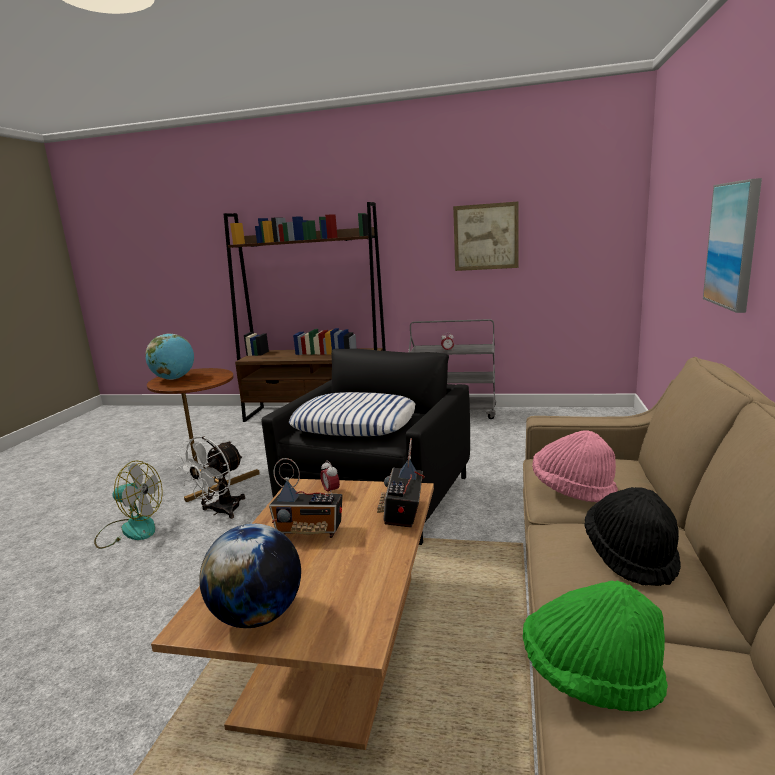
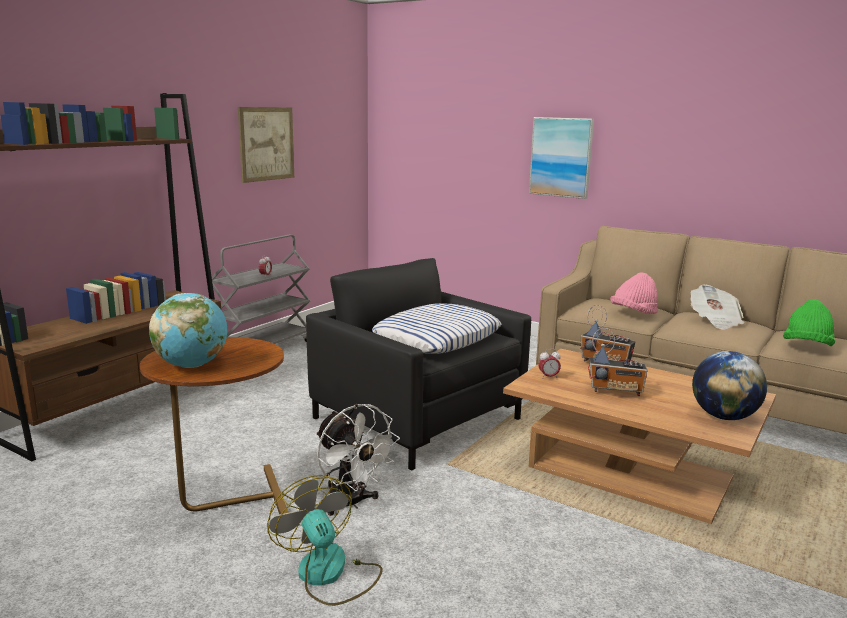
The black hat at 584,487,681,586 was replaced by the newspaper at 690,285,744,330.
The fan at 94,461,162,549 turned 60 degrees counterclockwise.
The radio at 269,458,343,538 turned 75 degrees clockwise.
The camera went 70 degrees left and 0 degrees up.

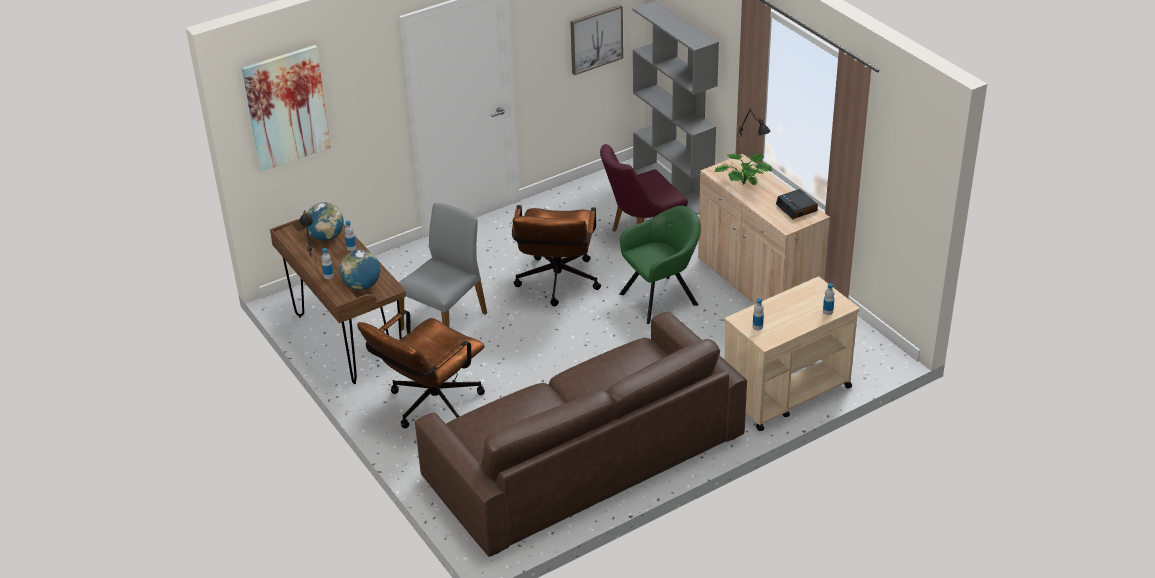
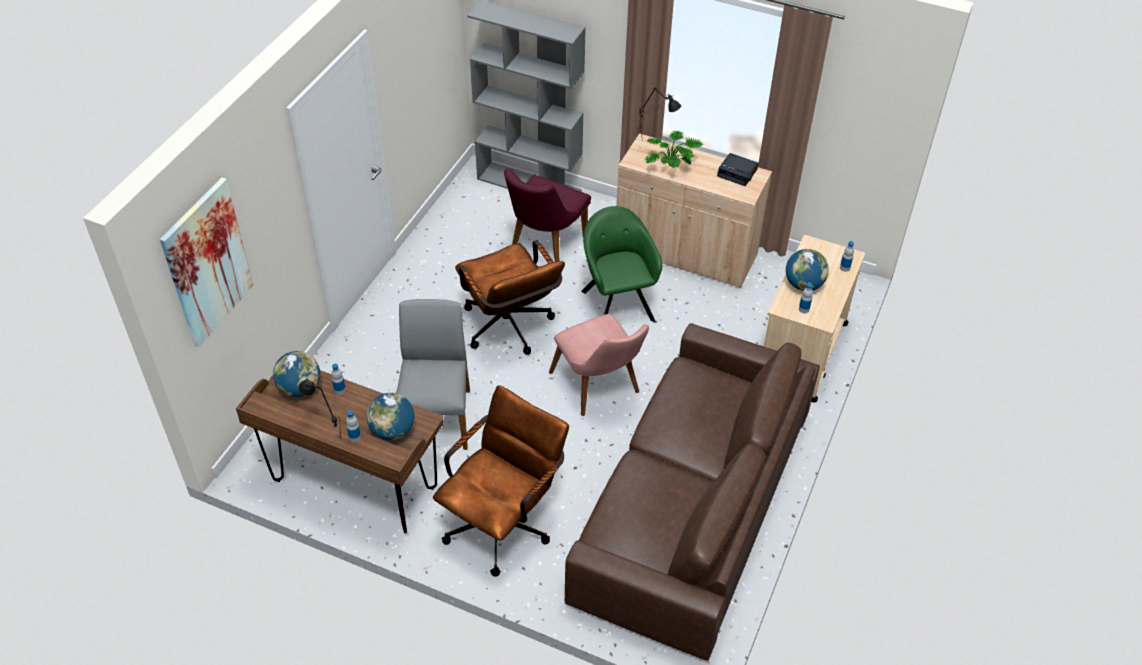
The picture at 570,5,623,75 disappeared.
The pink chair at 549,314,649,416 appeared.
The globe at 786,249,829,291 appeared.
The brown office chair at 357,310,485,428 turned 150 degrees counterclockwise.
The green armchair at 619,206,701,324 turned 45 degrees counterclockwise.
The camera went 35 degrees left and 10 degrees up.

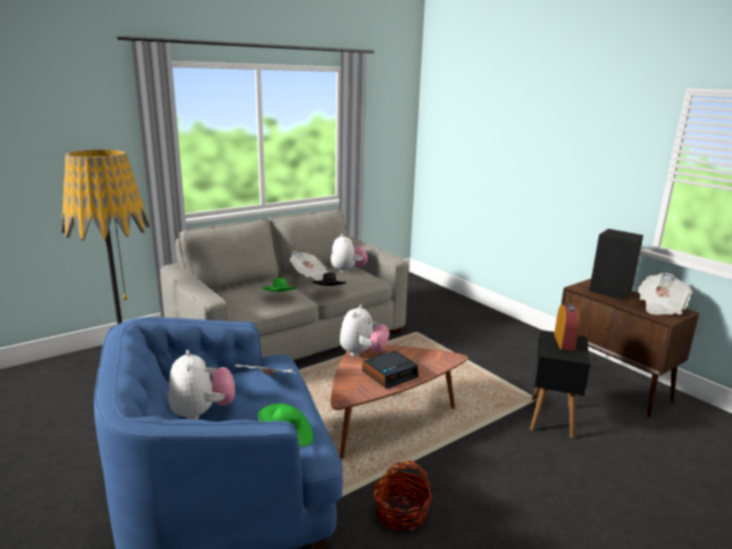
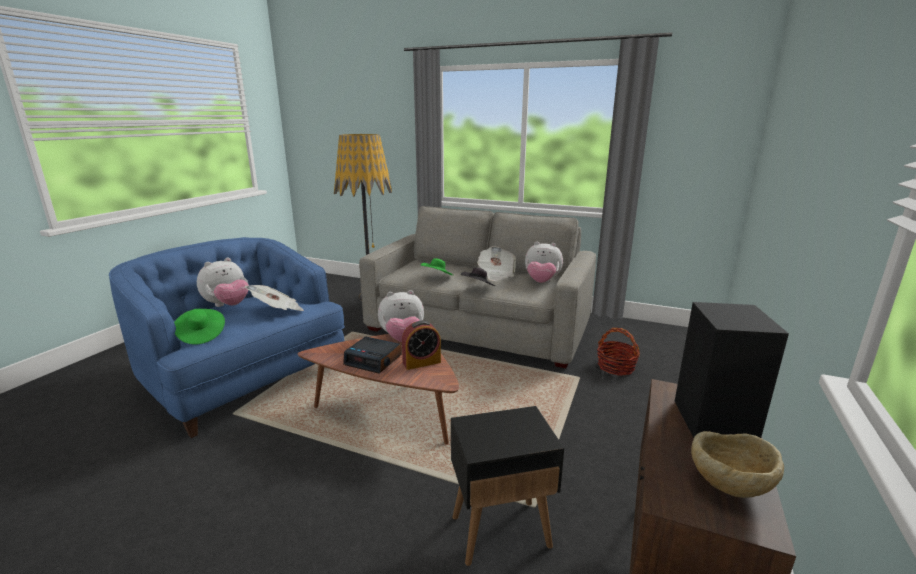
The basket moved from 373,460,432,531 to 597,328,640,376.
The alarm clock moved from 554,303,579,350 to 402,321,441,370.
The newspaper at 637,273,692,315 was replaced by the beige bowl at 691,431,784,498.
The plush toy at 331,234,367,273 turned 60 degrees clockwise.
The camera went 60 degrees right and 0 degrees up.

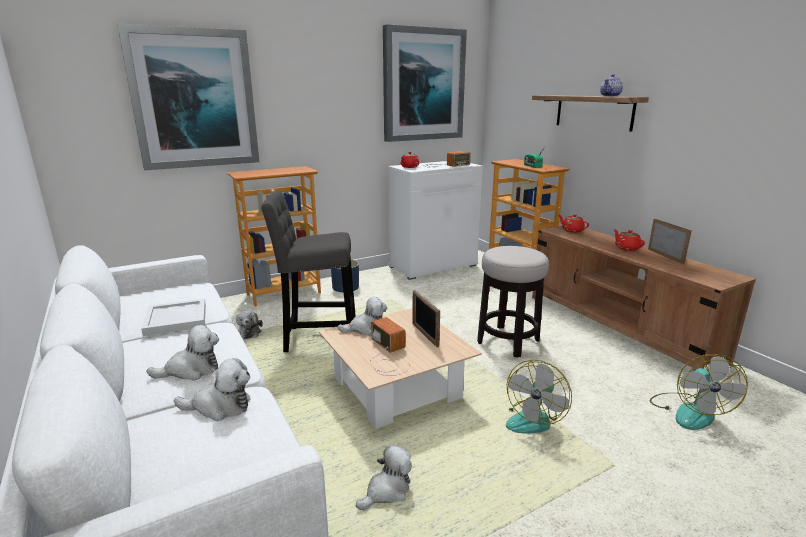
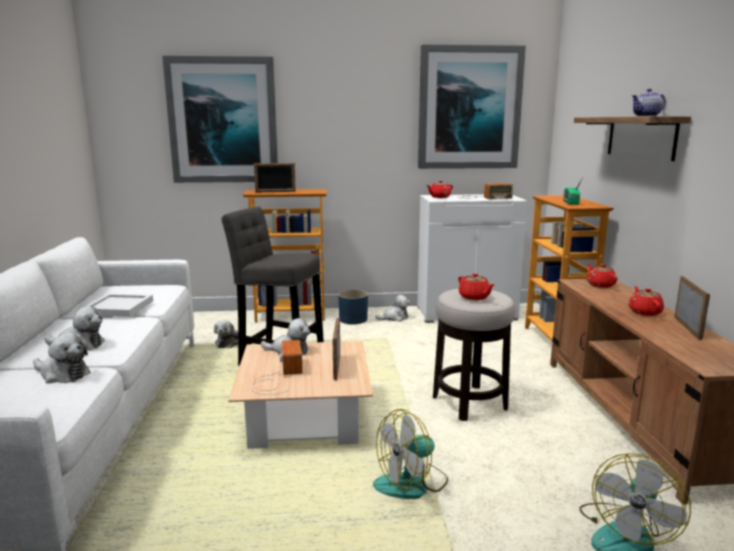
The picture frame at 254,163,296,192 appeared.
The red teapot at 458,273,494,300 appeared.
The plush toy moved from 356,445,412,510 to 375,295,410,322.
The camera went 25 degrees right and 5 degrees down.

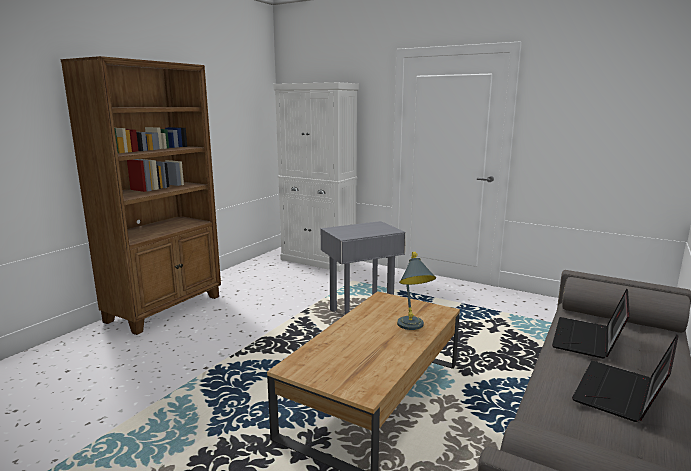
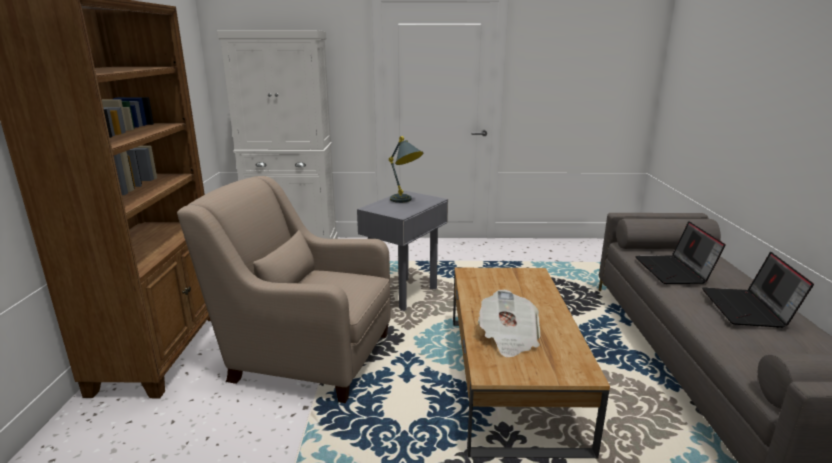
The beige armchair at 177,176,391,403 appeared.
The newspaper at 478,290,540,358 appeared.
The grey table lamp moved from 397,252,436,330 to 389,136,423,203.
The camera went 30 degrees left and 5 degrees up.

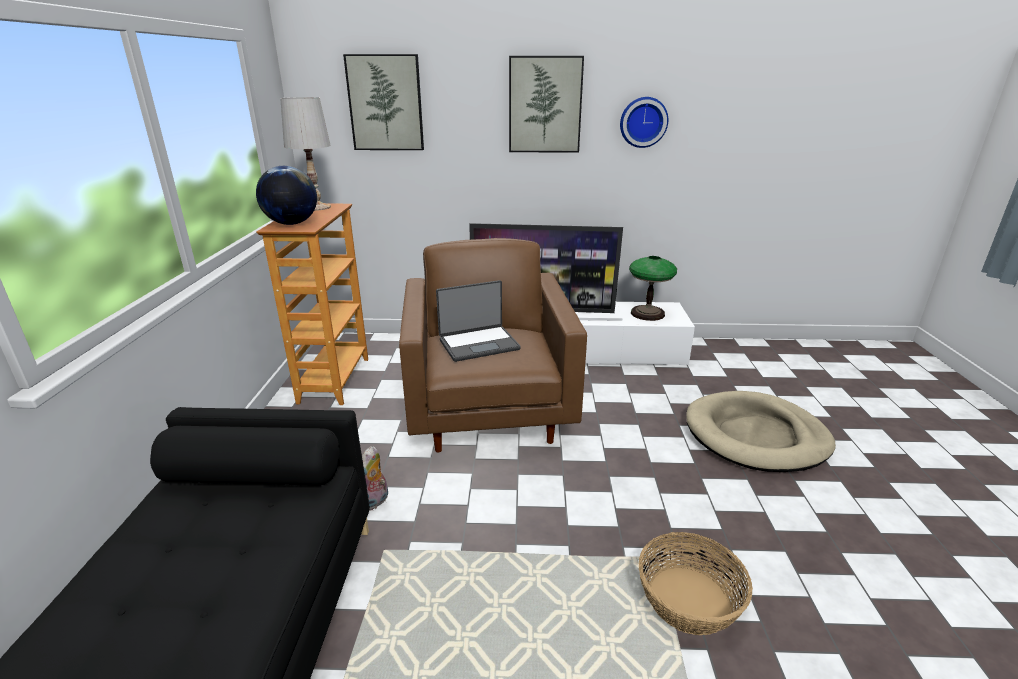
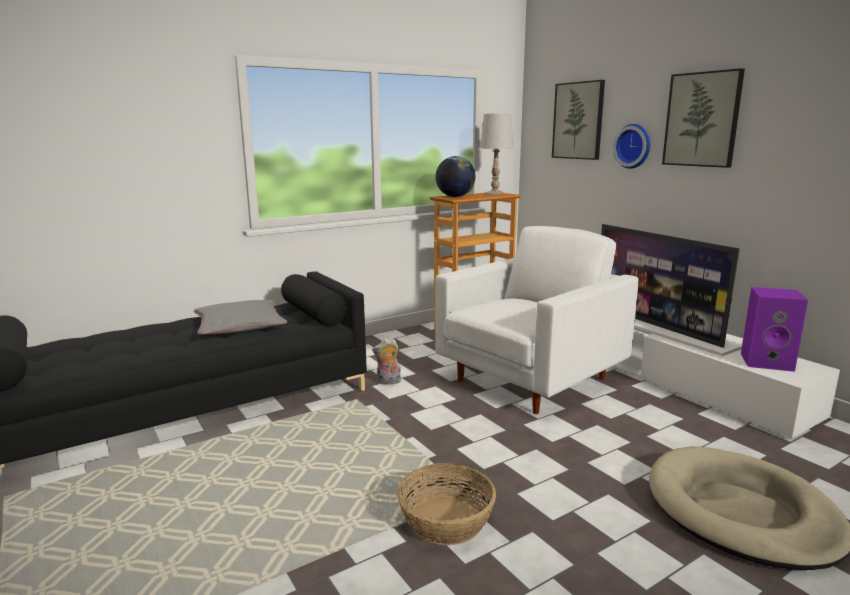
The laptop at 436,280,521,362 disappeared.
The grey pillow at 194,300,287,334 appeared.
The wall clock moved from 620,97,668,148 to 613,124,650,169.
The table lamp at 629,256,677,321 was replaced by the purple speaker at 741,287,808,372.
The brown armchair at 399,238,587,452 became the white armchair at 435,226,639,414.
The camera went 55 degrees right and 10 degrees down.

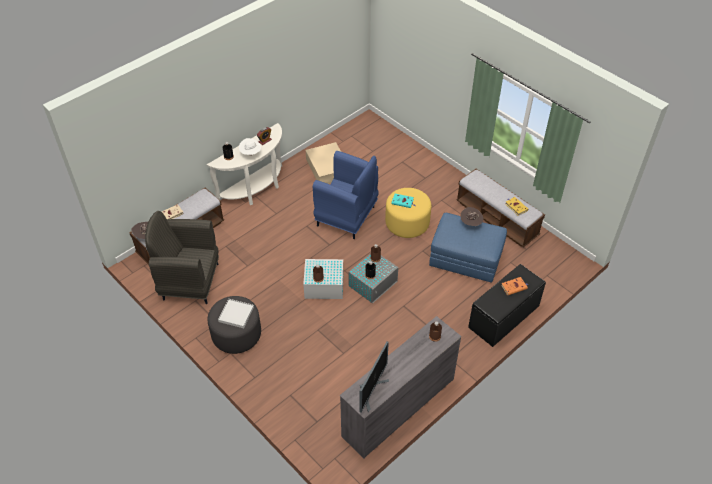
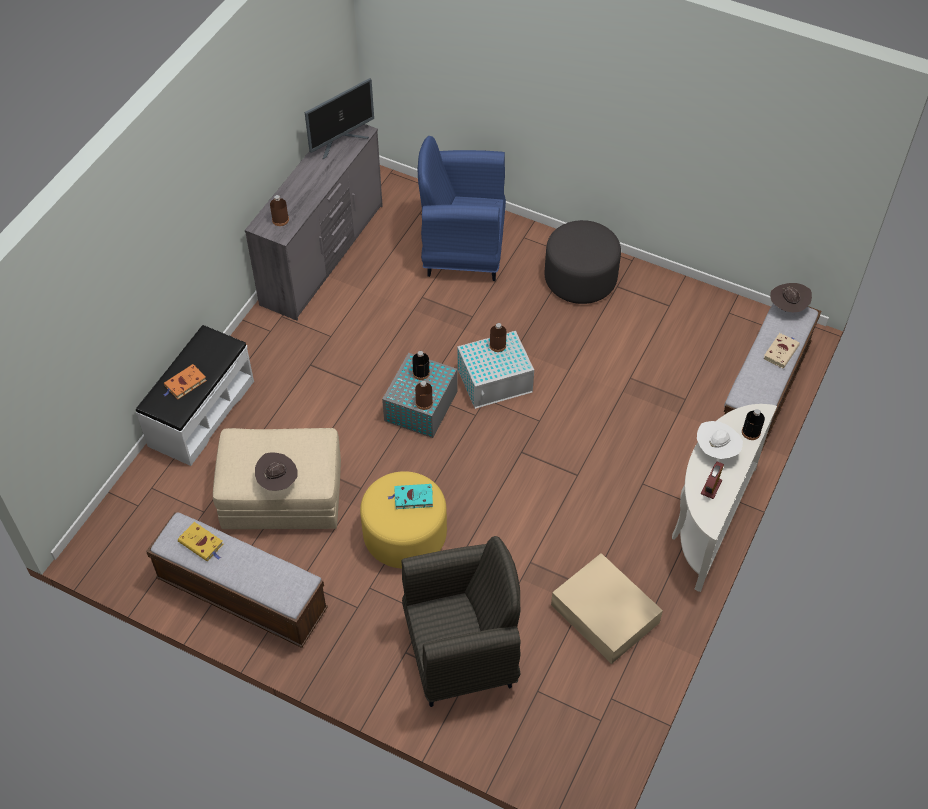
The white tray at 218,299,254,328 disappeared.
The grey armchair moved from 145,211,219,304 to 401,536,521,707.
The blue armchair moved from 313,151,379,239 to 418,136,506,281.
The blue ottoman at 429,213,507,283 became the beige ottoman at 213,428,341,529.
The black bench at 468,264,546,347 became the white bench at 136,325,254,466.
The monitor at 359,341,389,412 turned 135 degrees counterclockwise.
The camera went 160 degrees right and 5 degrees up.

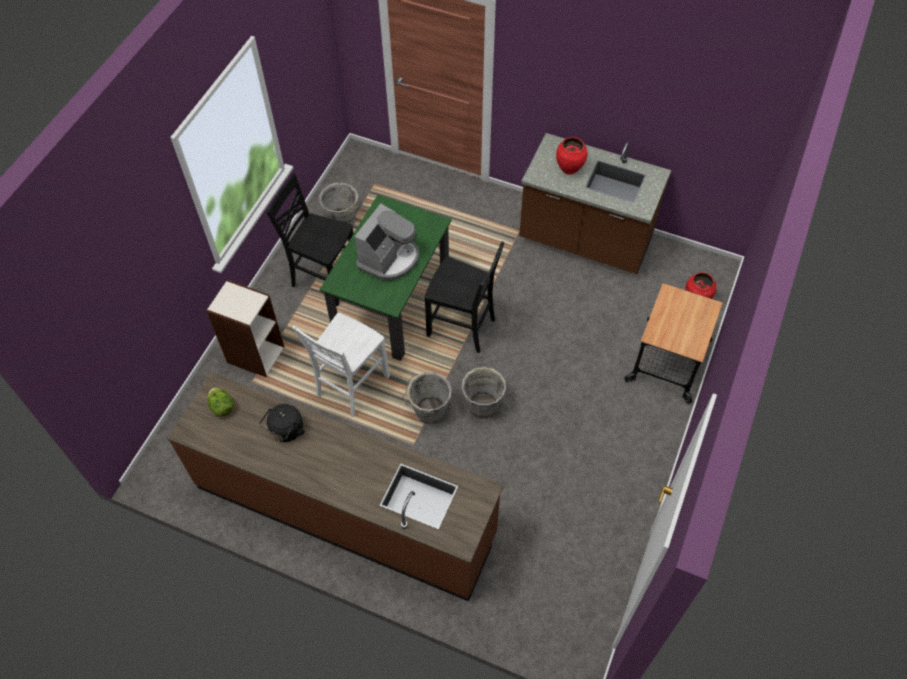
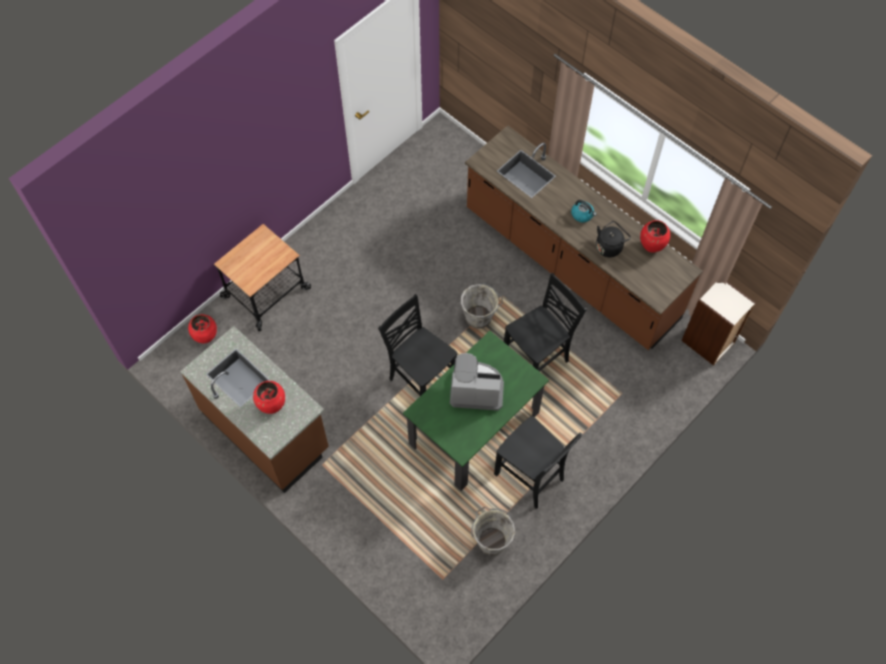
The lettuce at 207,388,234,417 disappeared.
The grey bucket at 460,363,507,419 disappeared.
The kettle at 571,200,596,222 appeared.
The red vase at 640,220,670,252 appeared.
The bookcase moved from 206,280,284,377 to 681,282,756,366.
The white chair at 292,313,390,417 became the black chair at 504,273,587,371.
The coffee machine at 354,203,419,280 turned 45 degrees clockwise.
The camera went 160 degrees left and 5 degrees up.

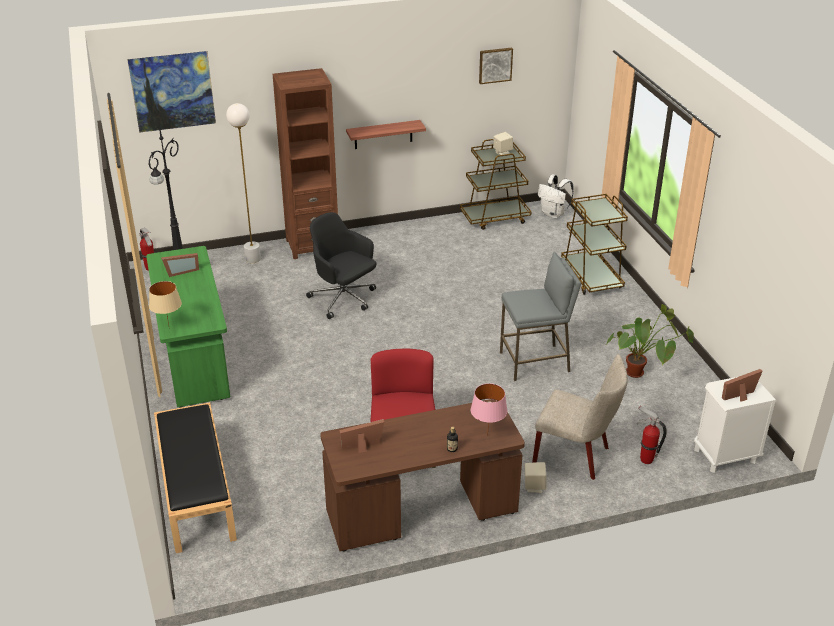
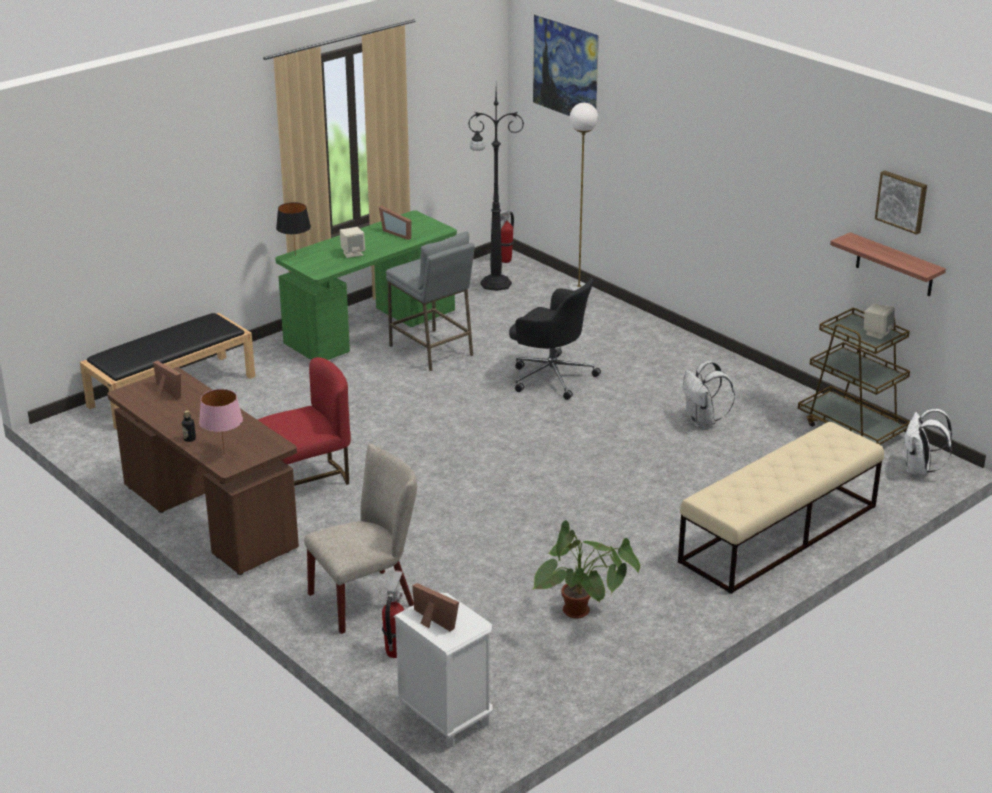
The brown bookcase at 273,68,338,259 disappeared.
The white backpack at 683,361,735,427 appeared.
The shelf moved from 346,120,426,149 to 830,232,946,296.
The grey stool moved from 500,252,581,381 to 386,231,475,371.
The beige speaker moved from 525,462,547,493 to 340,227,365,258.
The brown cart at 561,194,628,295 was replaced by the beige bench at 678,422,884,594.
The beige table lamp at 149,281,182,325 became the black table lamp at 276,202,311,256.
The black office chair at 306,212,376,319 turned 105 degrees clockwise.
The beige chair at 532,354,628,480 turned 120 degrees counterclockwise.
The camera went 65 degrees right and 5 degrees down.

